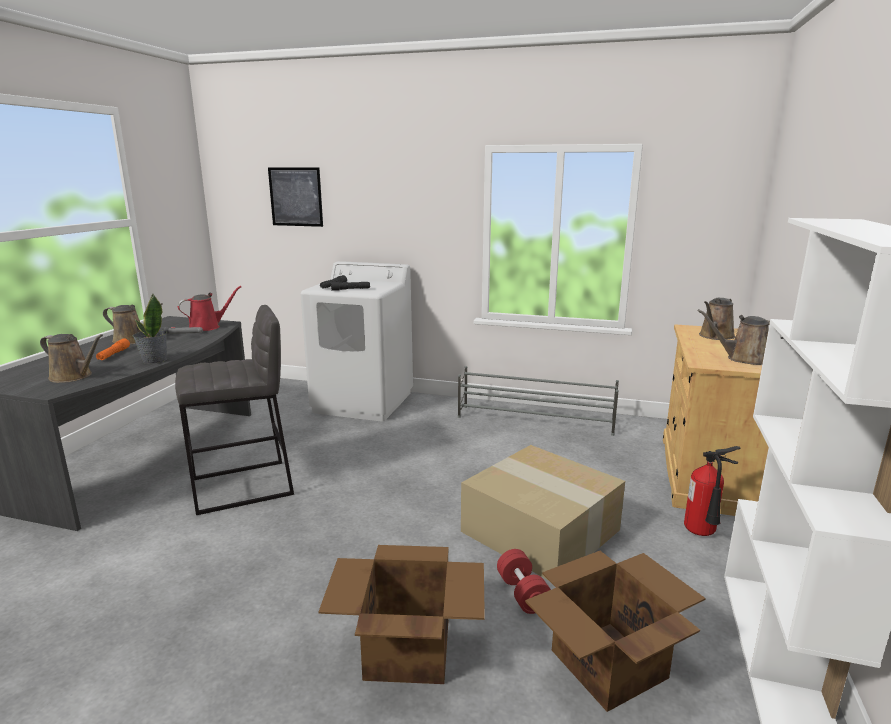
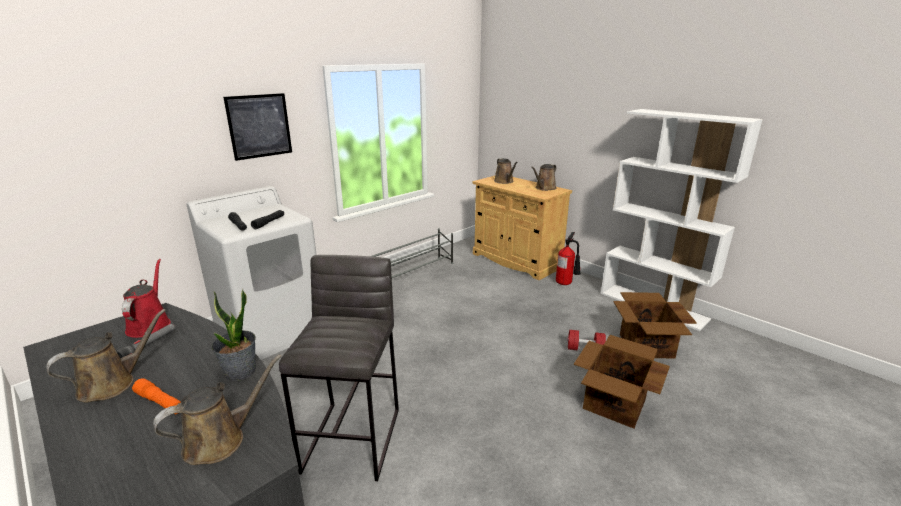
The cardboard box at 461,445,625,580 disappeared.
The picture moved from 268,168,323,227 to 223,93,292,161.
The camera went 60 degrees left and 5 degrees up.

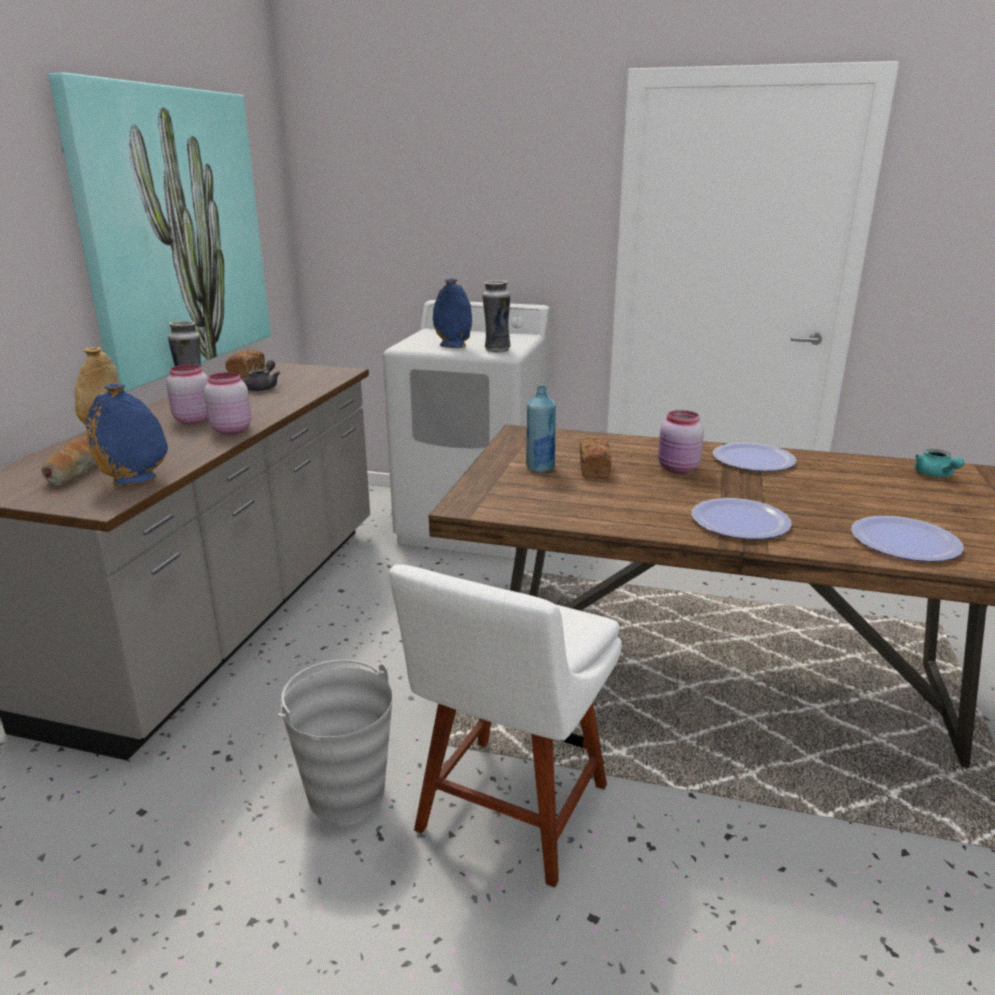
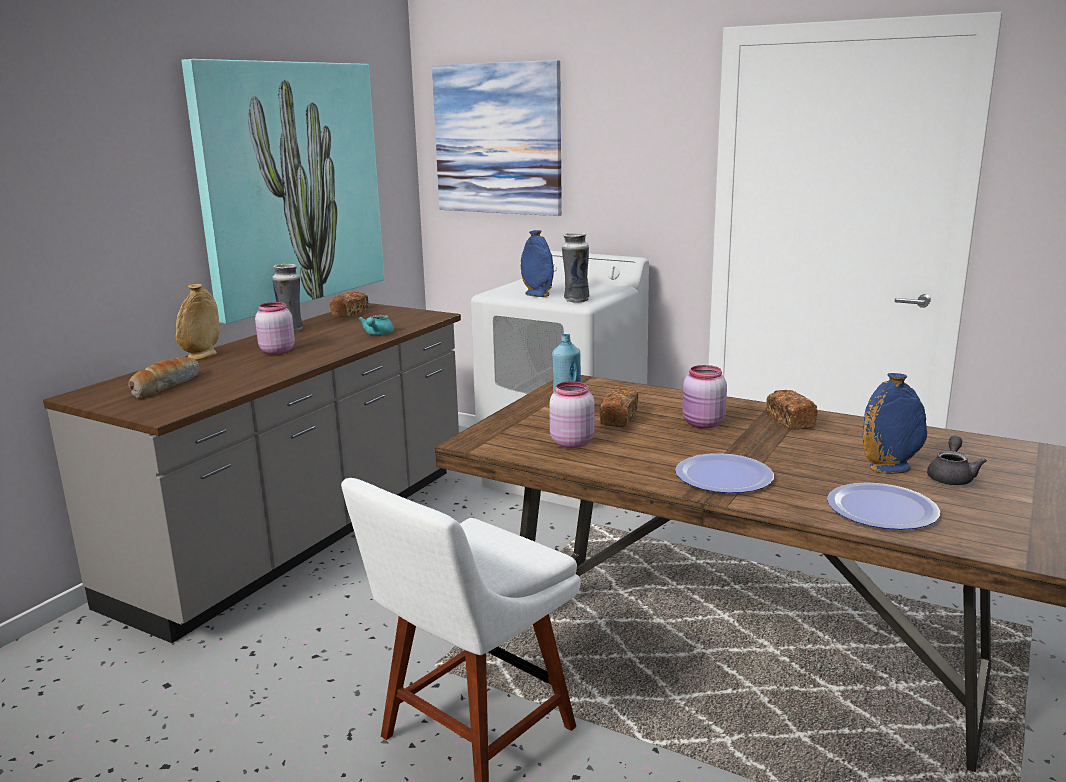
The grey bucket at 278,659,393,823 disappeared.
The picture at 432,60,562,216 appeared.
The blue vase moved from 86,384,168,486 to 863,373,927,474.
The pink jar moved from 204,372,251,434 to 549,381,595,448.
The grey teapot moved from 245,360,280,391 to 927,436,987,485.
The turquoise teapot moved from 914,449,964,477 to 358,315,394,335.
The plate at 713,443,796,471 was replaced by the bread at 766,390,818,430.
The camera went 15 degrees right and 5 degrees down.

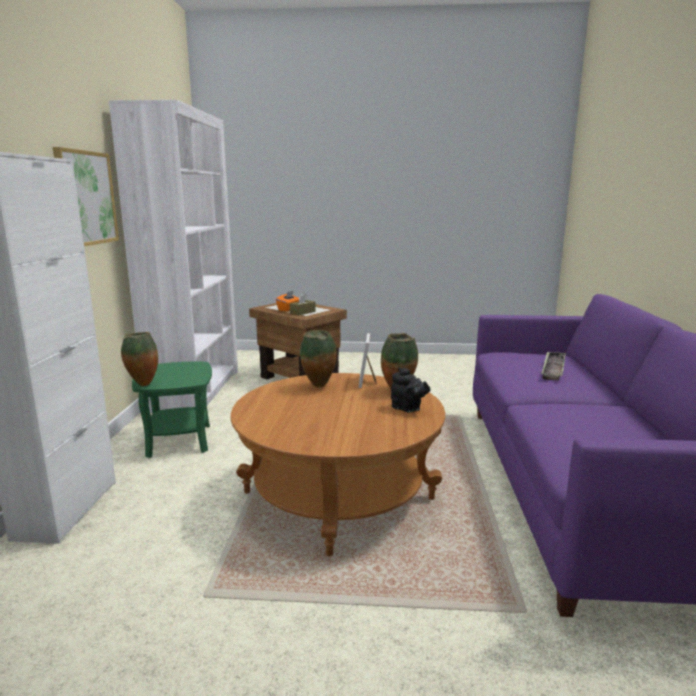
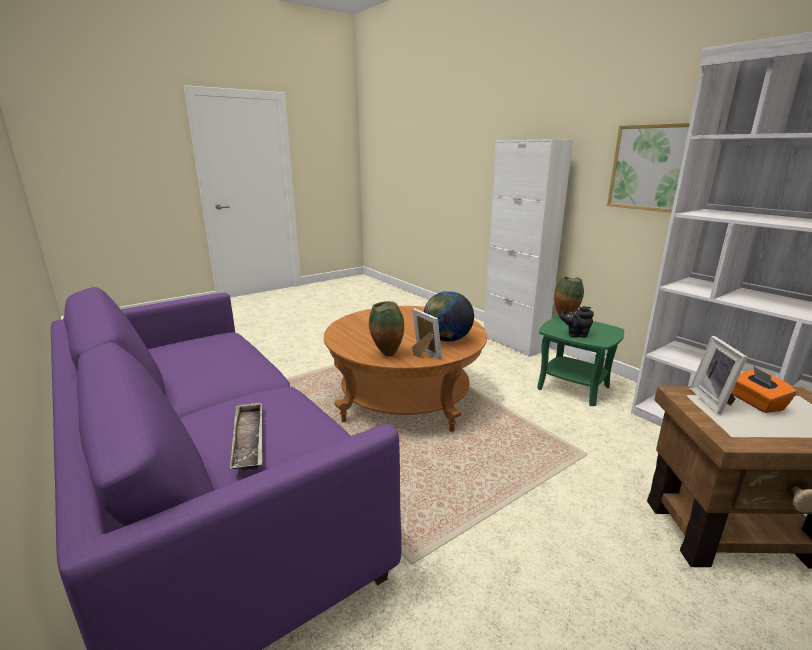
The black teapot moved from 391,367,430,413 to 560,306,594,338.
The brown tissue box at 290,293,316,316 was replaced by the picture frame at 689,336,748,414.
The vase at 300,330,337,388 was replaced by the globe at 424,291,474,342.
The camera went 140 degrees right and 5 degrees up.

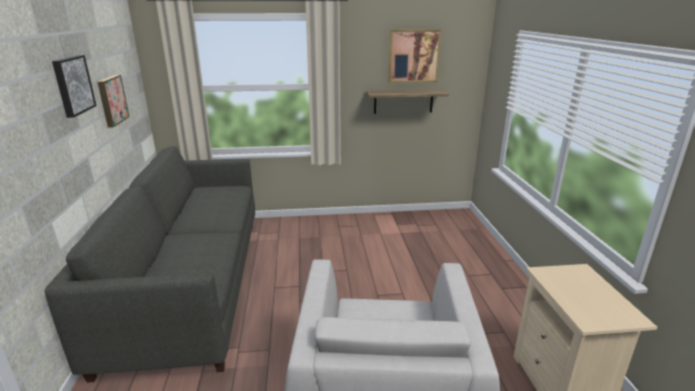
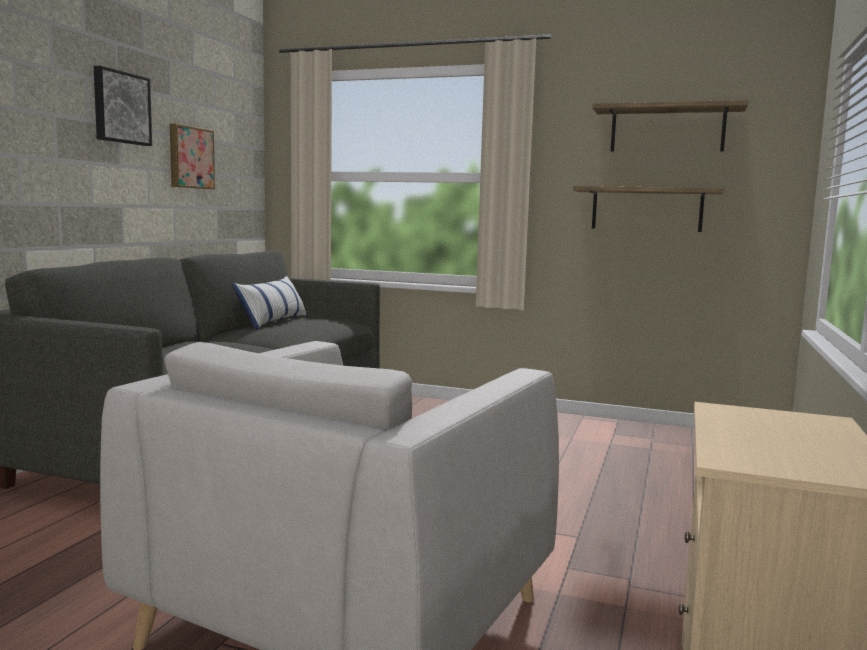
The pillow at 232,276,308,330 appeared.
The picture at 388,29,442,83 was replaced by the shelf at 592,100,749,152.
The camera went 25 degrees right and 15 degrees down.

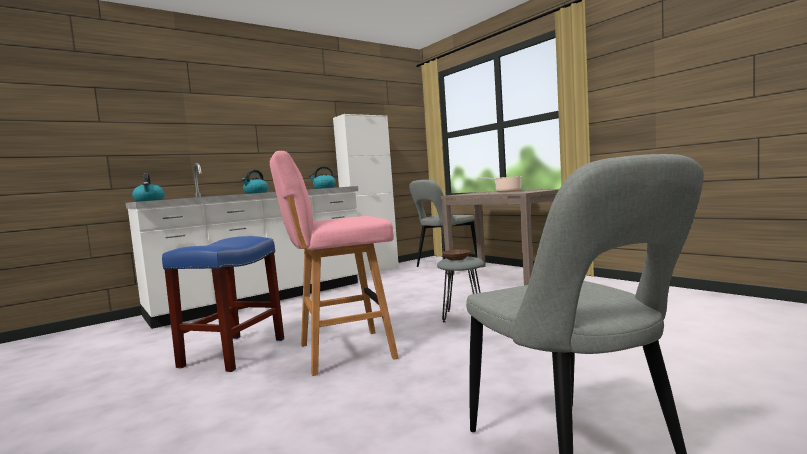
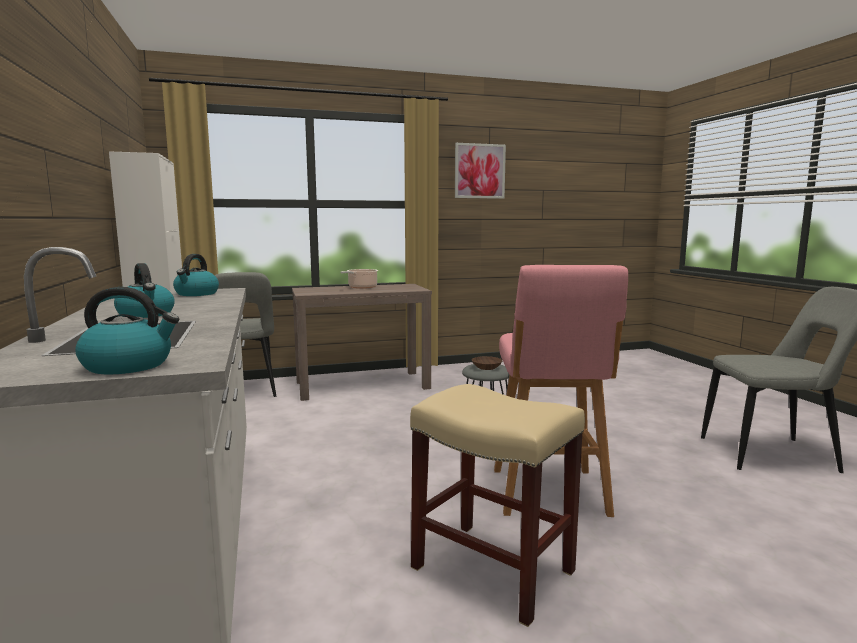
The picture at 455,143,506,199 appeared.
The blue stool at 162,236,284,372 became the beige stool at 410,384,585,627.
The camera went 70 degrees left and 5 degrees up.

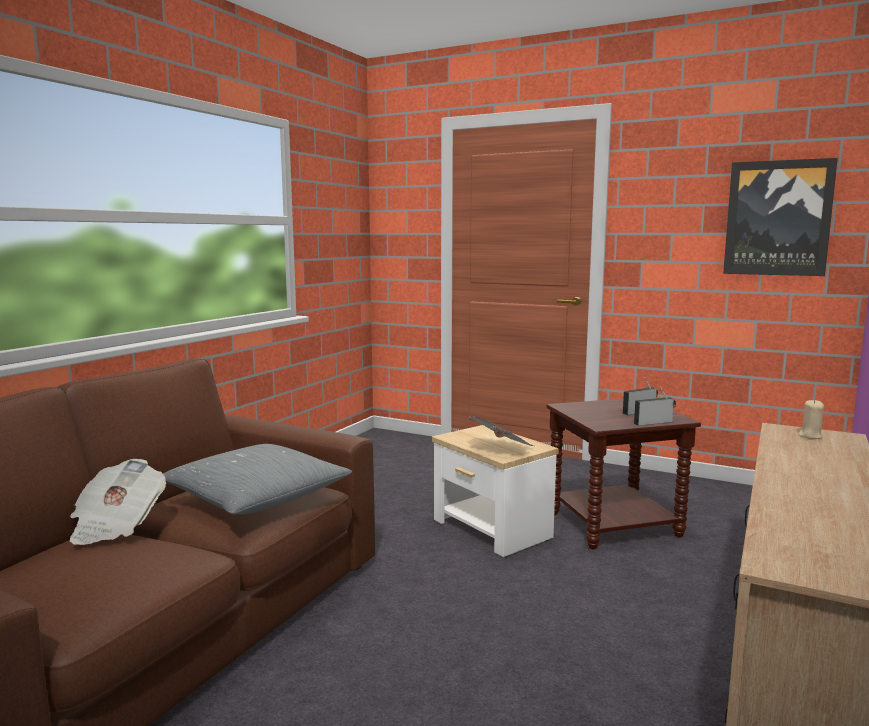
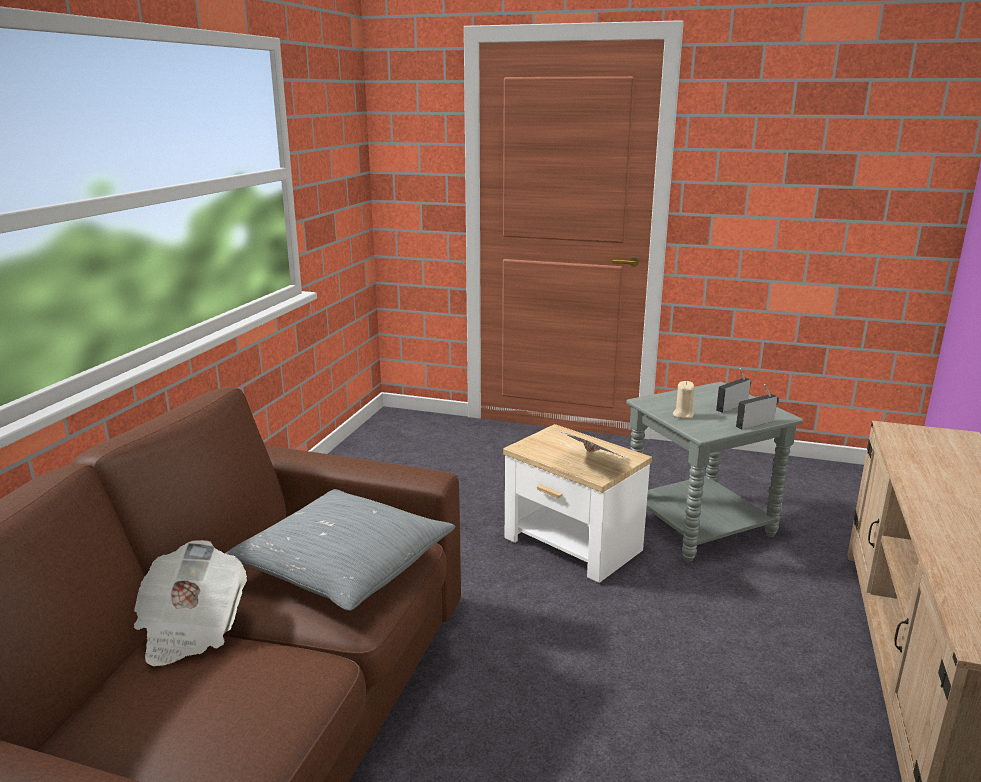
The picture at 723,158,838,276 disappeared.
The beige candle moved from 799,400,824,439 to 673,381,695,419.
The brown side table at 546,399,701,550 became the grey side table at 626,382,803,562.
The camera went 10 degrees left and 10 degrees up.

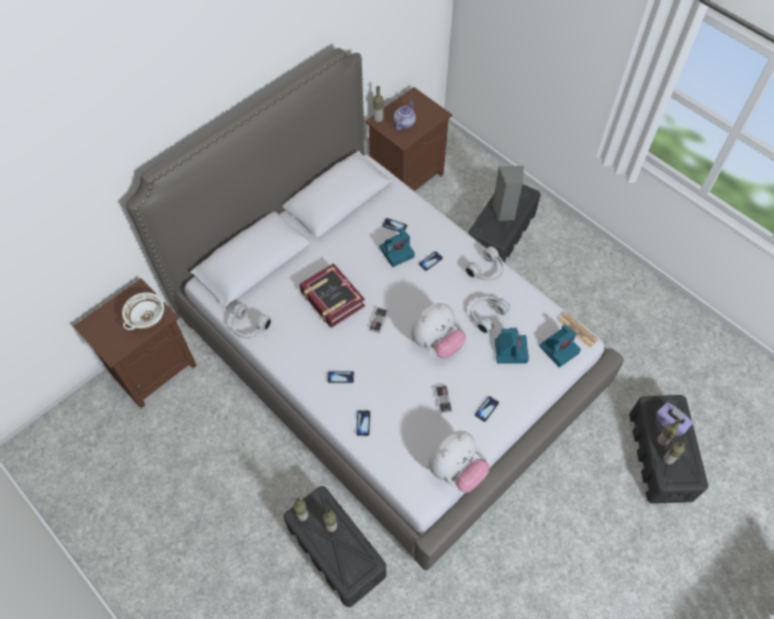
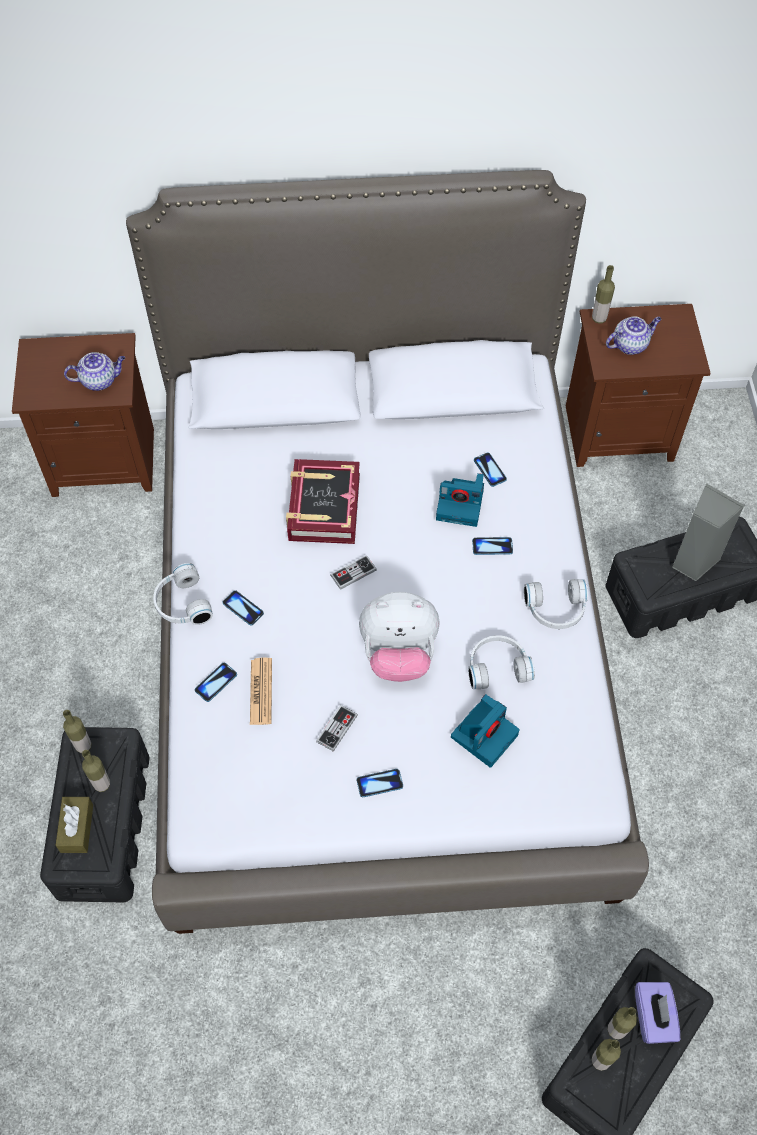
The plush toy at 428,431,490,493 disappeared.
The photo camera at 539,324,581,368 disappeared.
The brown tissue box at 55,797,93,853 appeared.
The white headphones moved from 231,303,272,338 to 153,563,213,625.
The newspaper moved from 558,312,599,347 to 250,658,272,725.
The white bowl at 122,292,164,330 was replaced by the teapot at 64,352,125,391.
The camera went 40 degrees right and 0 degrees up.

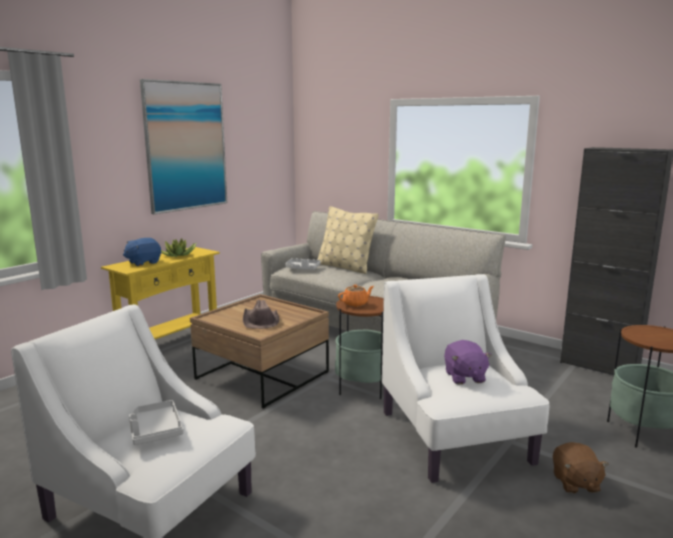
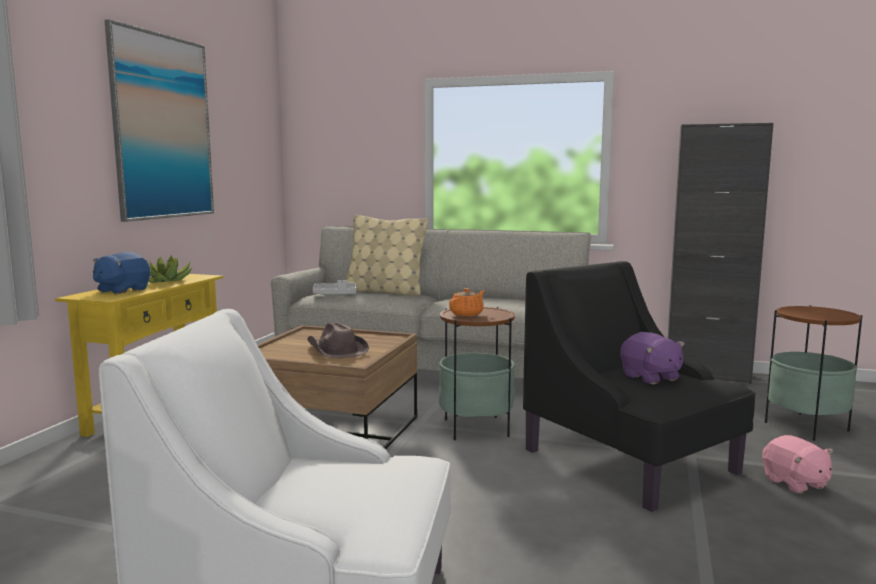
The grey tray at 129,400,184,445 disappeared.
The white armchair at 382,274,549,483 became the black armchair at 523,261,756,512.
The brown plush toy at 553,442,609,494 became the pink plush toy at 762,435,833,494.
The camera went 20 degrees left and 5 degrees down.

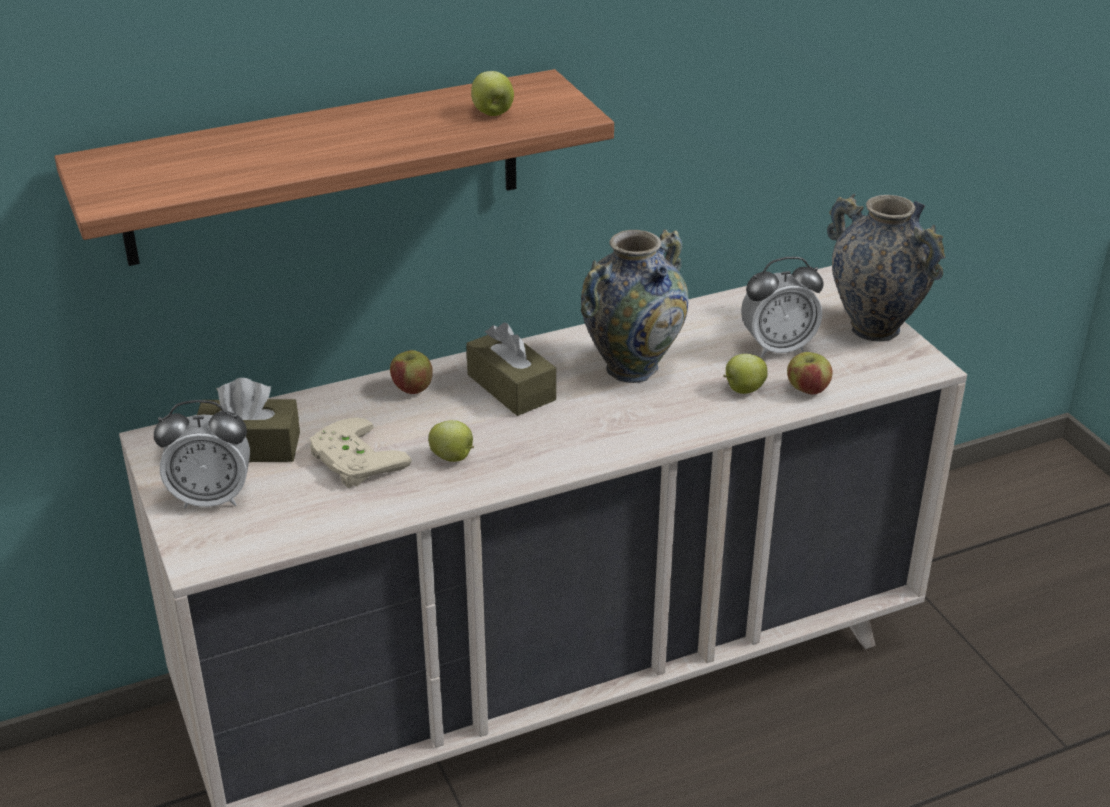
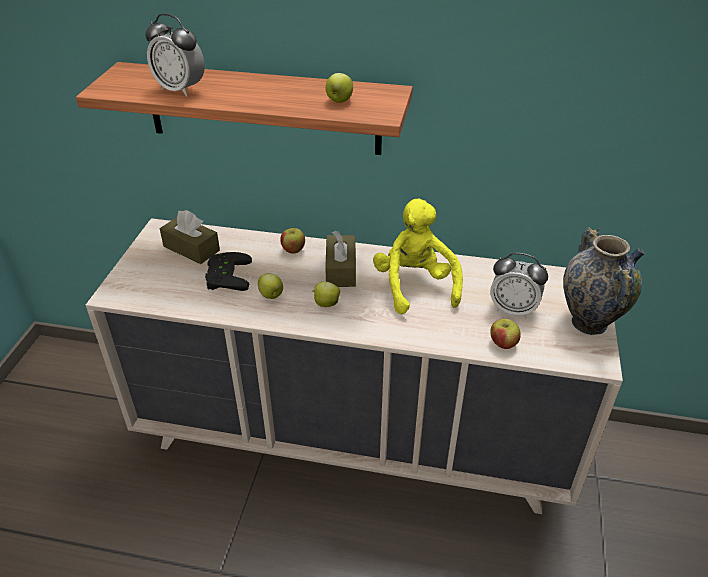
The alarm clock moved from 154,400,250,509 to 145,14,205,97.
The apple moved from 723,354,768,394 to 312,281,340,307.
The vase at 581,229,689,383 was replaced by the yellow plush toy at 373,199,463,314.
The beige game controller at 310,417,412,488 became the black game controller at 205,252,252,291.
The camera went 35 degrees right and 5 degrees up.

